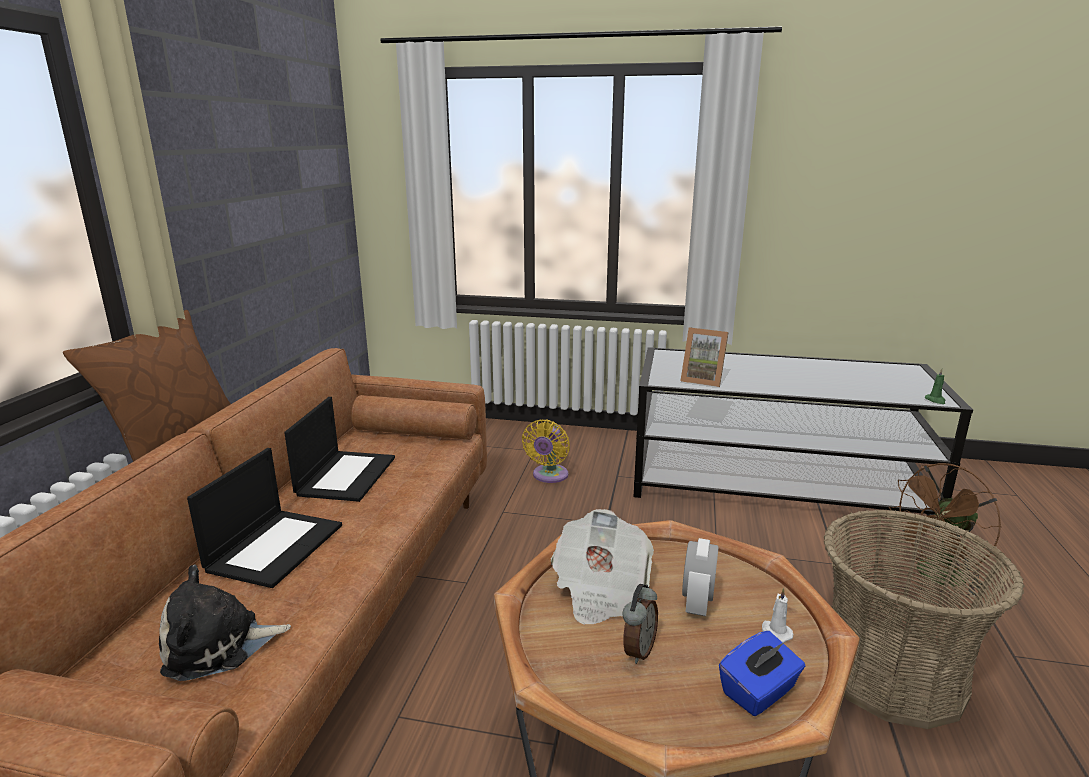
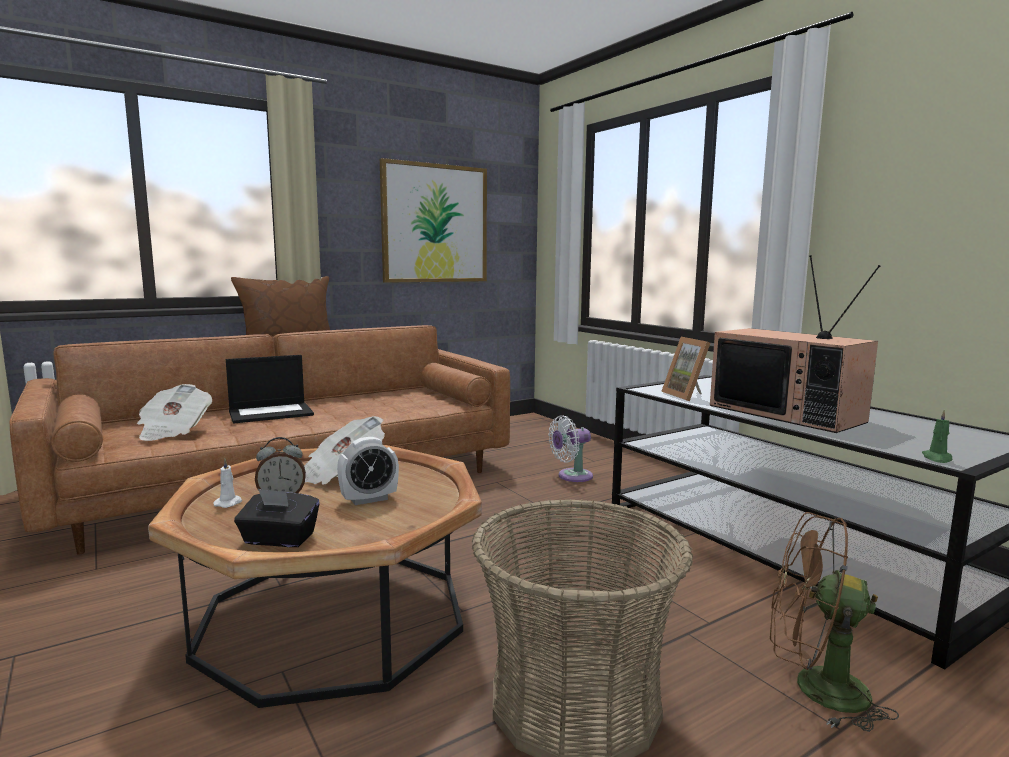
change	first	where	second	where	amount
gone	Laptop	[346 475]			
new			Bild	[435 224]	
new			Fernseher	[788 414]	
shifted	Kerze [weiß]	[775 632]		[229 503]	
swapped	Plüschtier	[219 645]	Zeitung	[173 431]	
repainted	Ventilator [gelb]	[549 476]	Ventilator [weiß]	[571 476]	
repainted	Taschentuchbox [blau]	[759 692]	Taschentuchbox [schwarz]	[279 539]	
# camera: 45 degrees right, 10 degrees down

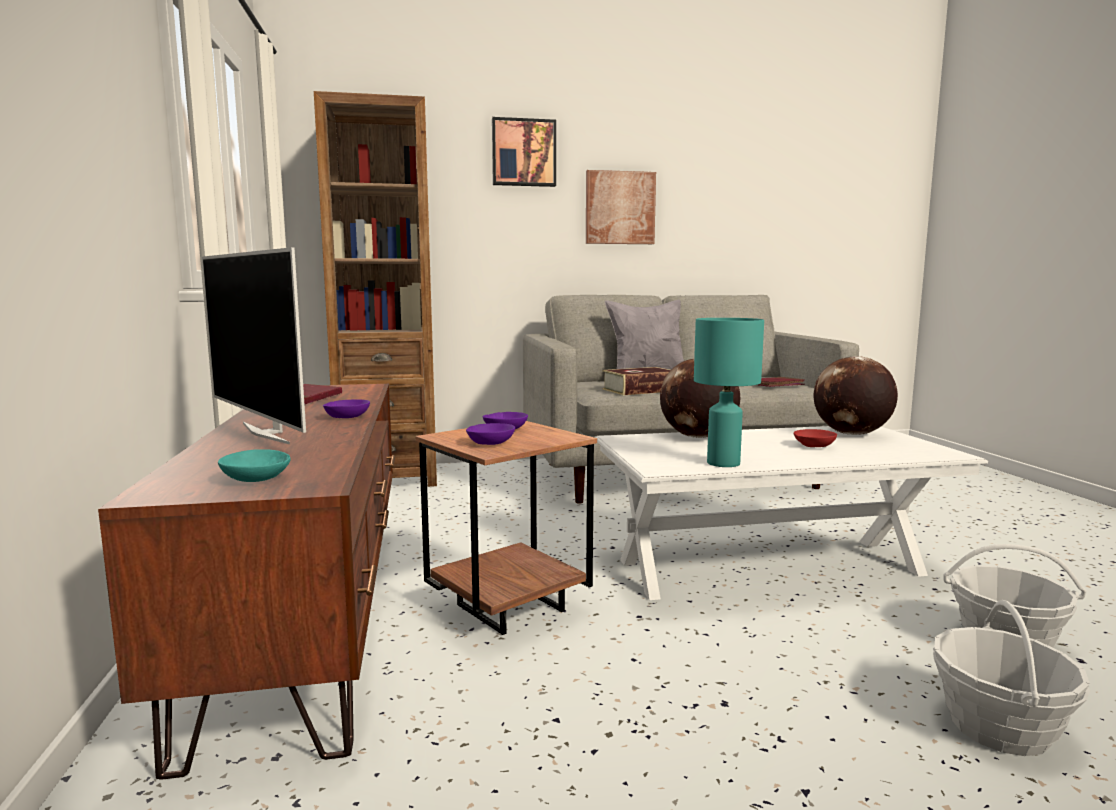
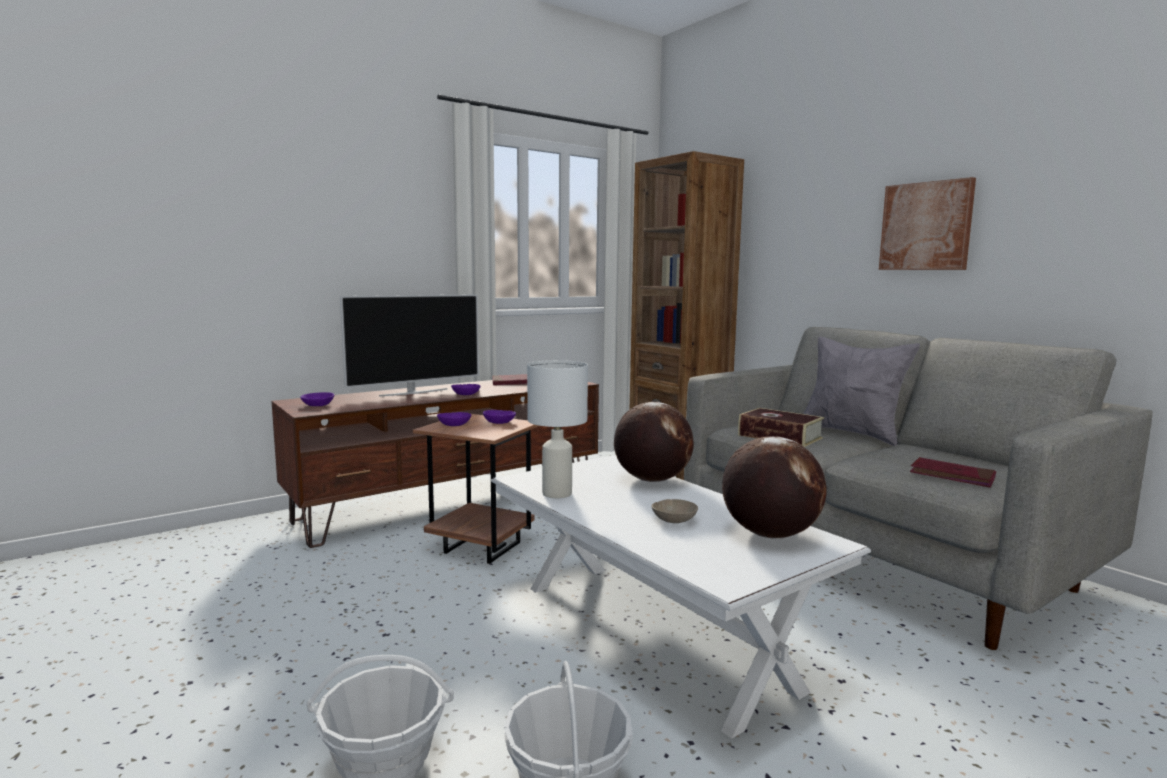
change	first	where	second	where	amount
gone	Bild	[523 153]			
repainted	Schüssel [türkis]	[254 479]	Schüssel [lila]	[317 405]	
repainted	Tischlampe [türkis]	[723 463]	Tischlampe [weiß]	[556 493]	
repainted	Schüssel [rot]	[816 446]	Schüssel [beige]	[674 520]	
rotated	Fernseher	[267 433]		[413 392]	150 degrees counterclockwise
# camera: 65 degrees right, 0 degrees up

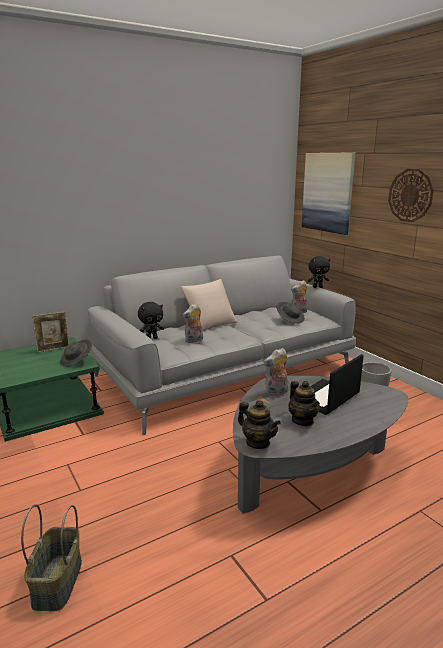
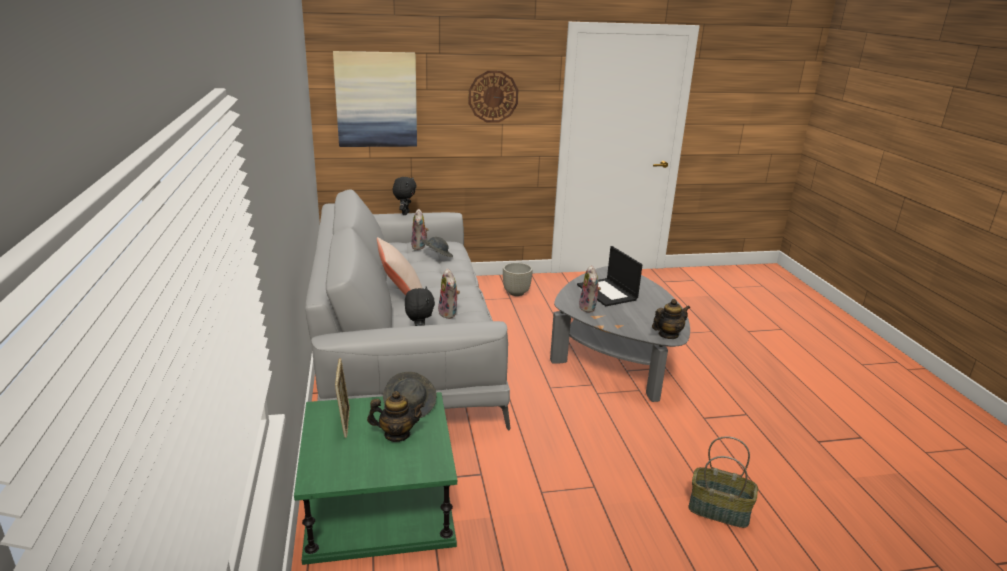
change	first	where	second	where	amount
shifted	Teekanne	[302 420]		[397 434]	
# camera: 70 degrees left, 5 degrees up

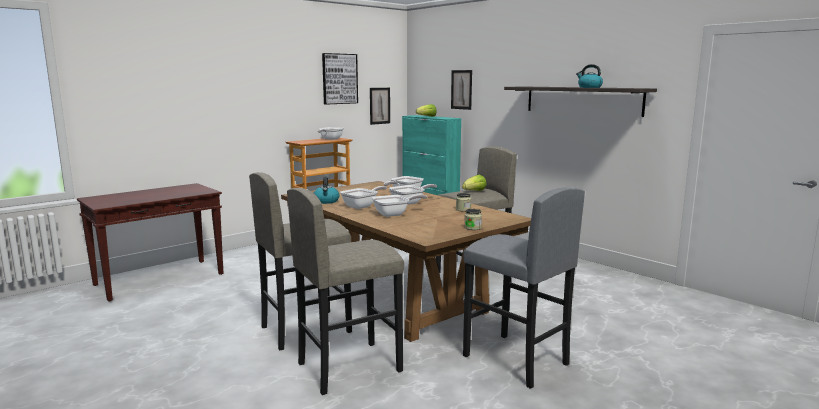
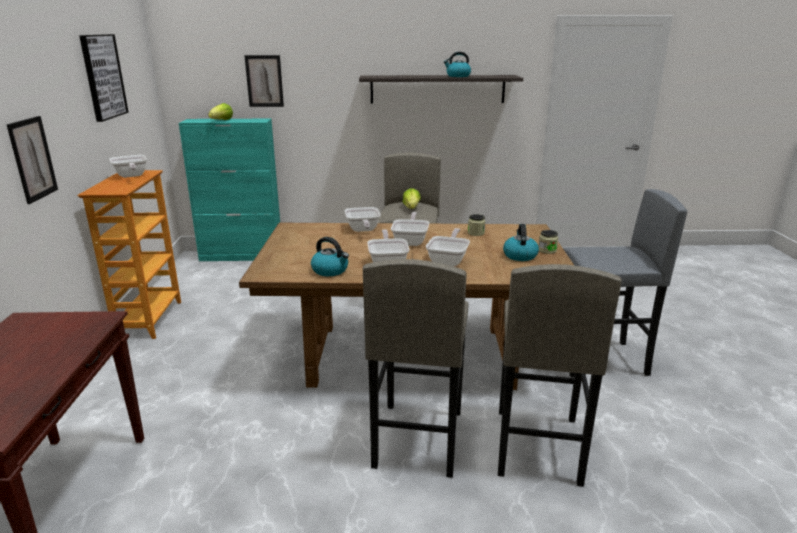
change	first	where	second	where	amount
new			Wasserkessel	[519 255]	
shifted	Bild	[379 105]		[32 159]	
# camera: 50 degrees left, 10 degrees up

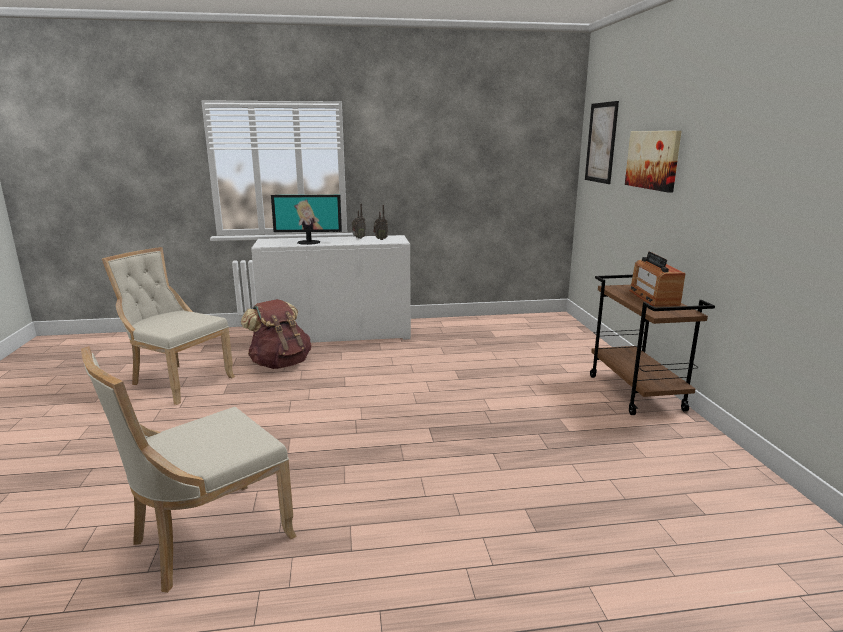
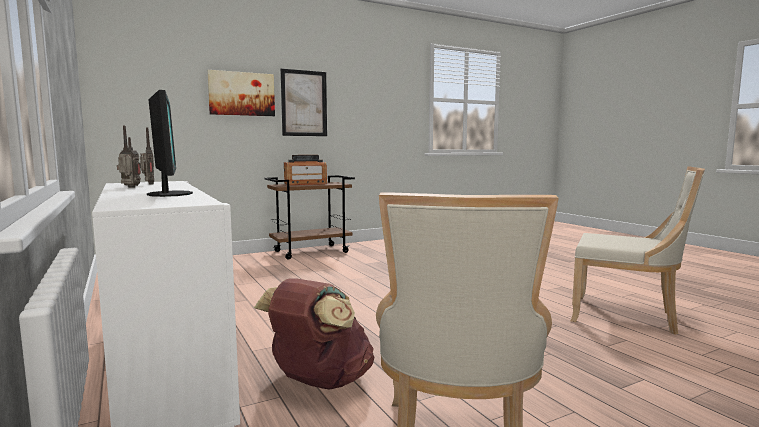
change	first	where	second	where	amount
shifted	Bild	[601 142]		[304 103]	
# camera: 110 degrees left, 10 degrees down

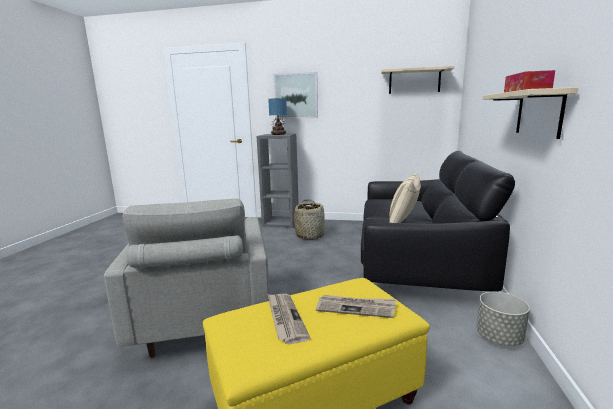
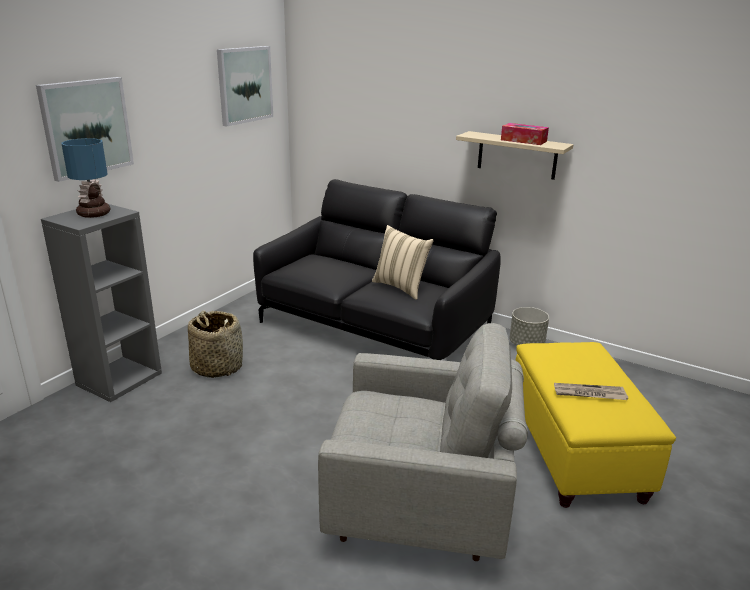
change	first	where	second	where	amount
gone	Zeitung	[356 307]			
swapped	Wandregal [beige]	[414 81]	Bild	[244 85]	
# camera: 70 degrees left, 10 degrees up

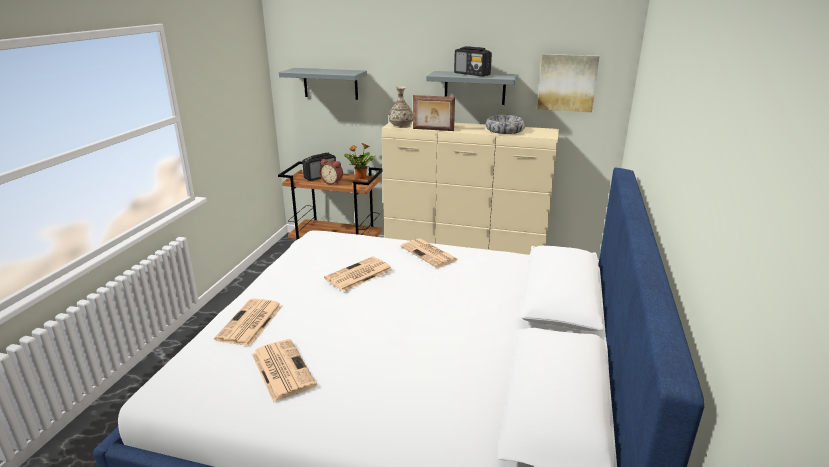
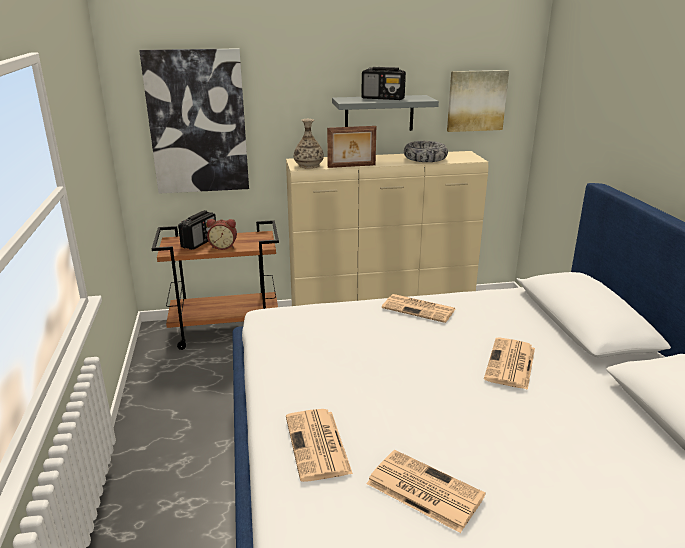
change	first	where	second	where	amount
gone	Topfpflanze	[360 177]			
shifted	Zeitung	[358 275]		[510 364]	
swapped	Wandregal [grau]	[330 83]	Bild	[197 122]	
# camera: 25 degrees left, 0 degrees up

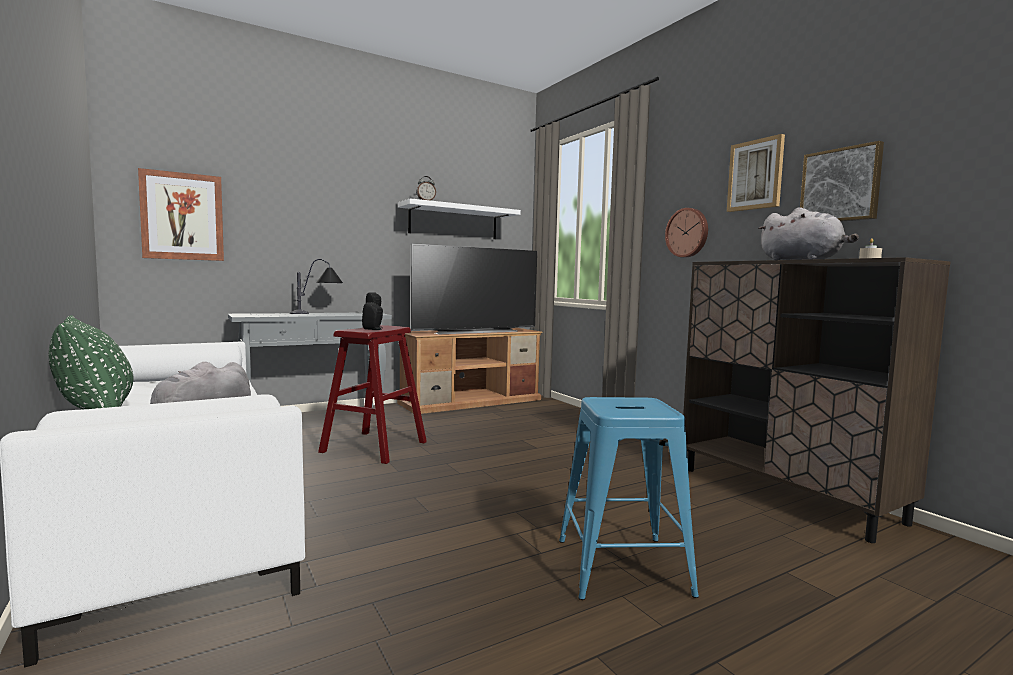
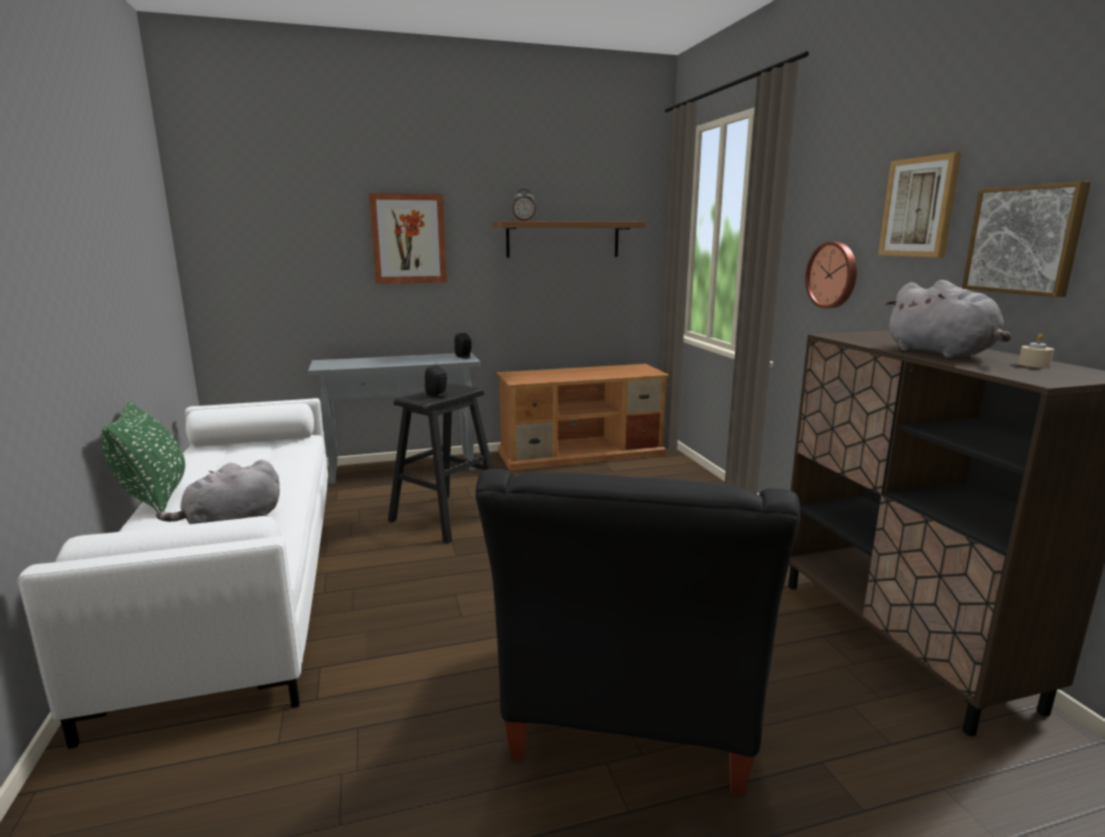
change	first	where	second	where	amount
gone	Tischlampe	[318 313]			
gone	Fernseher	[474 331]			
shifted	Bild	[182 216]		[408 239]	
swapped	Hocker [blau]	[622 566]	Sessel [schwarz]	[628 722]	
repainted	Hocker [rot]	[374 447]	Hocker [schwarz]	[446 517]	
repainted	Wandregal [weiß]	[453 222]	Wandregal [braun]	[563 239]	
# camera: 15 degrees right, 10 degrees up

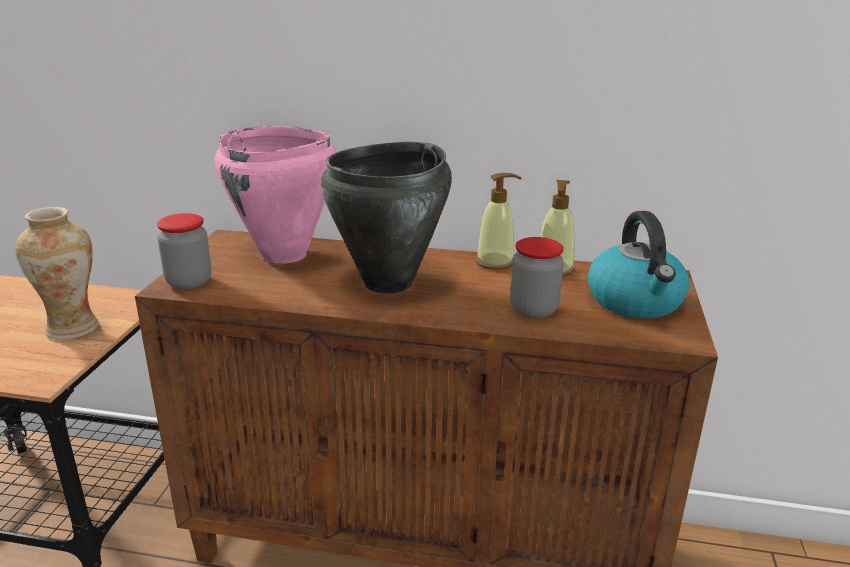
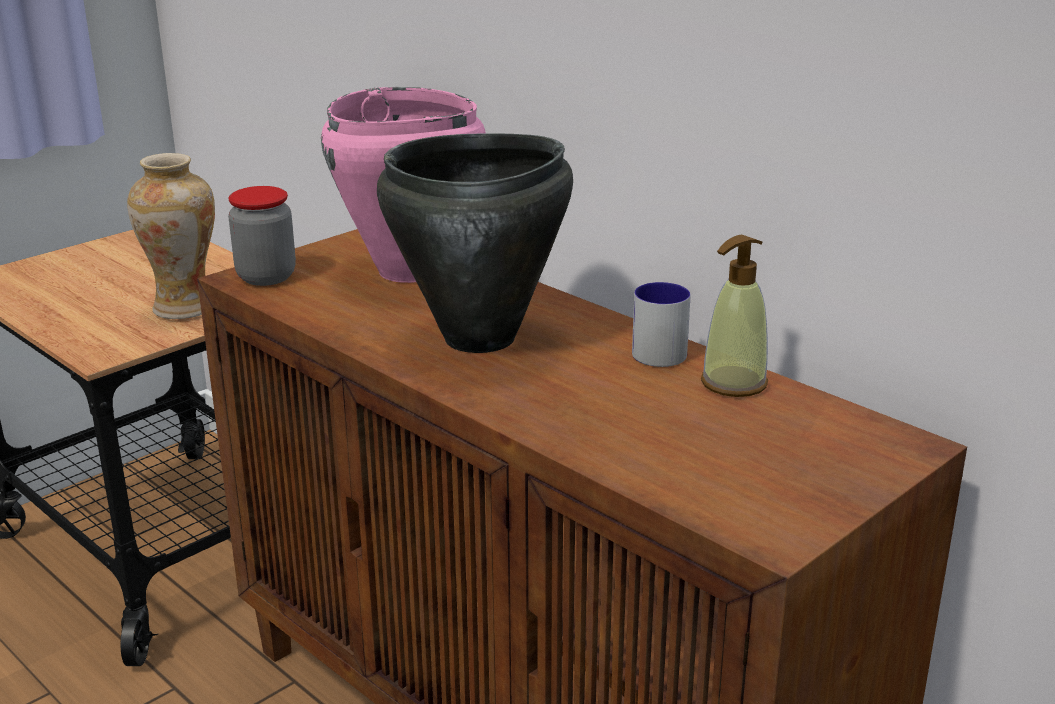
change	first	where	second	where	amount
gone	Vorratsglas	[533 309]			
gone	Wasserkessel	[636 302]			
swapped	Seifenspender	[495 262]	Henkelbecher	[663 350]	
# camera: 35 degrees right, 0 degrees up

